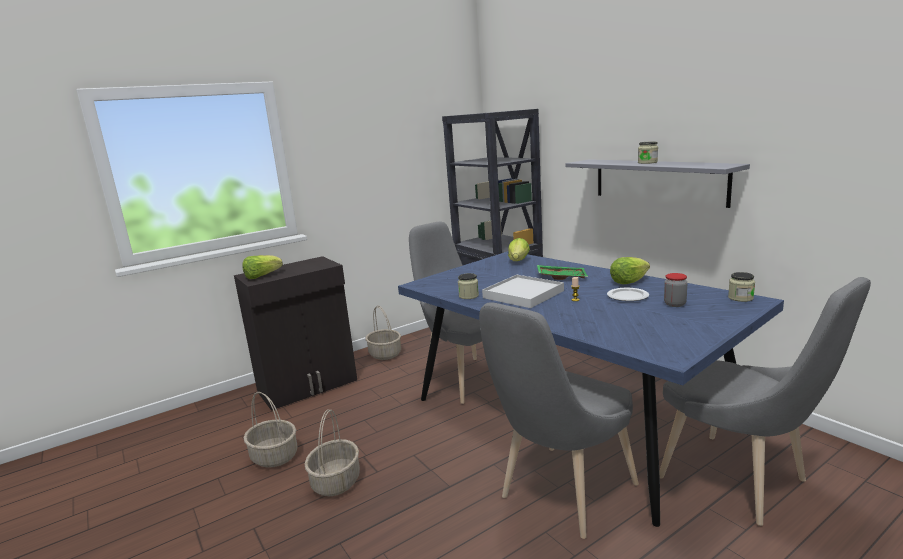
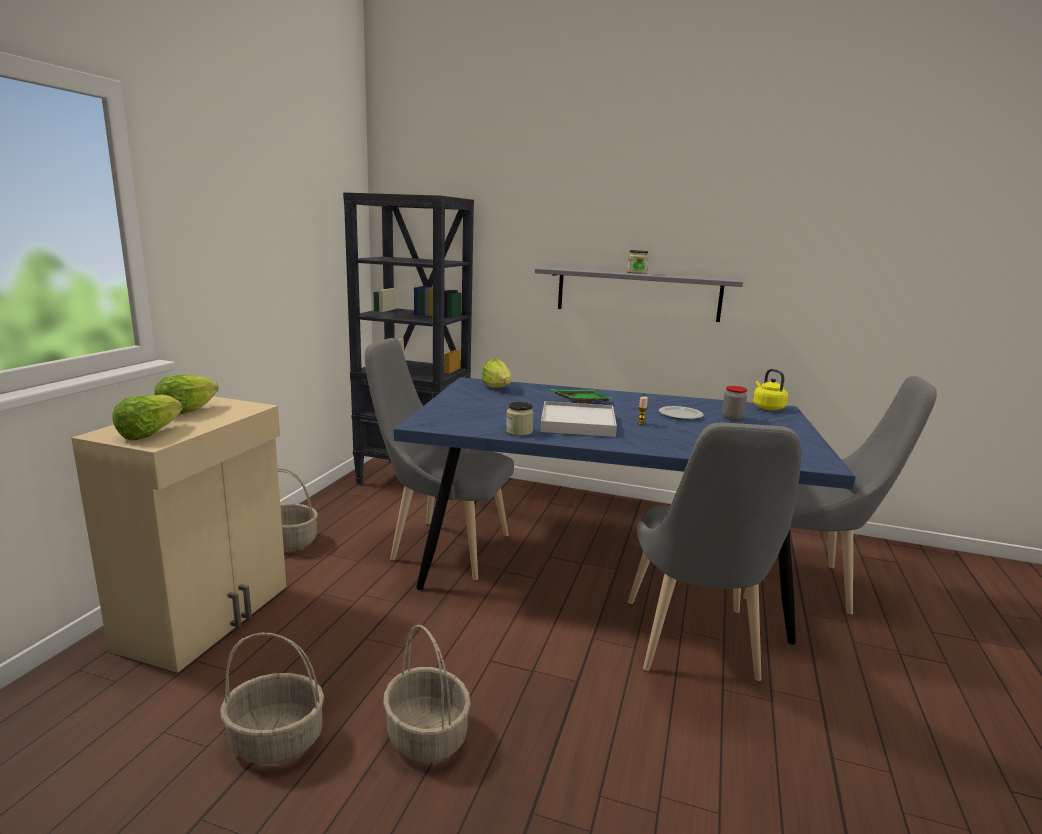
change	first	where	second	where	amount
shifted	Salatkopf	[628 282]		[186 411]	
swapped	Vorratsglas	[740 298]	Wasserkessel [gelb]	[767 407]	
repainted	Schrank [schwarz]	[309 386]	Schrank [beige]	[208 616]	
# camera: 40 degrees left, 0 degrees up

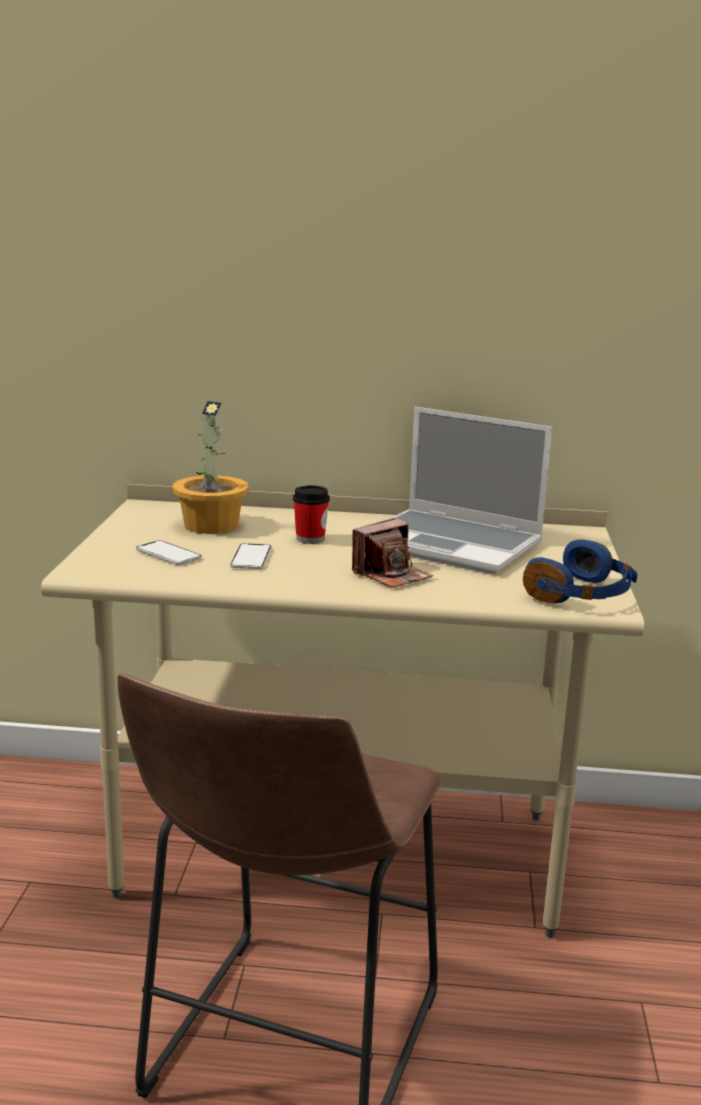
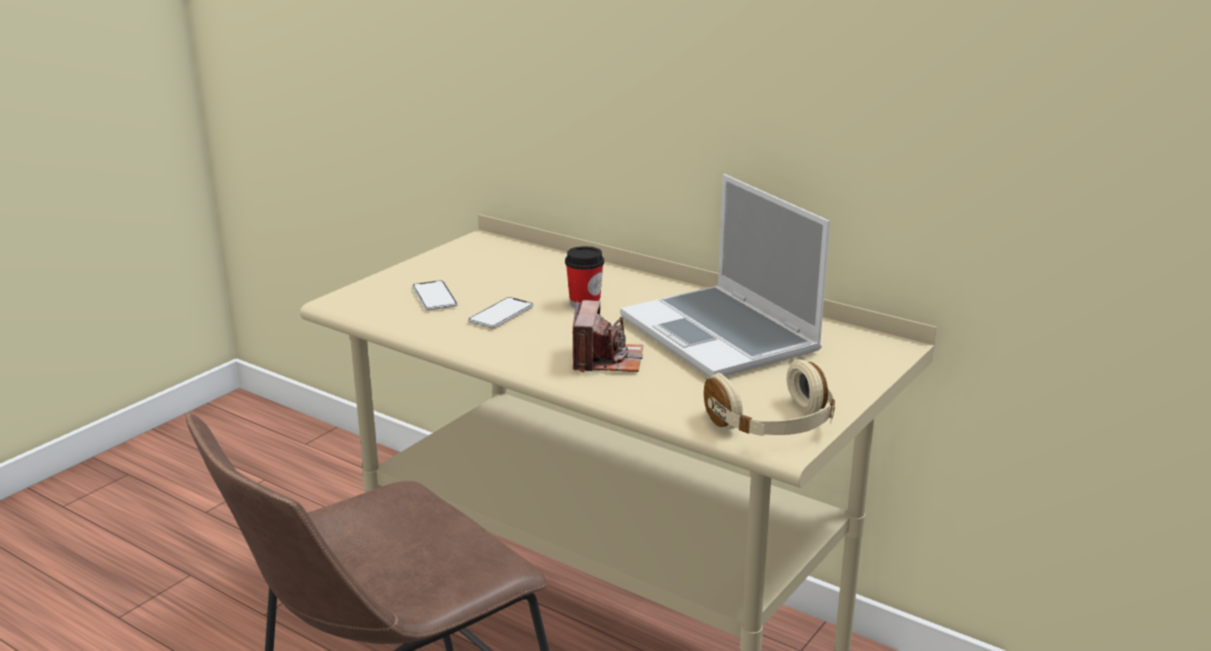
change	first	where	second	where	amount
gone	Topfpflanze	[211 525]			
repainted	Kopfhörer [blau]	[582 595]	Kopfhörer [beige]	[773 425]	
rotated	Kamera	[391 575]		[606 359]	75 degrees counterclockwise
# camera: 30 degrees right, 5 degrees up

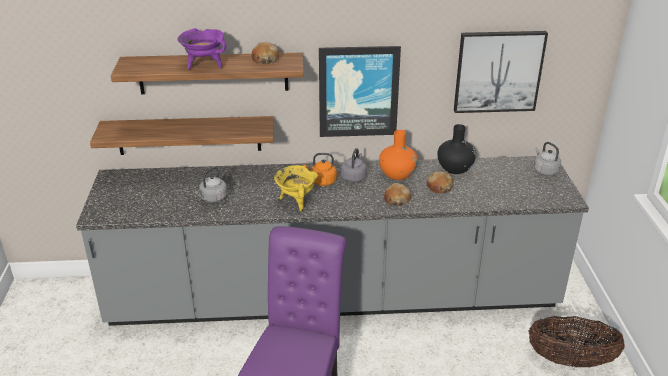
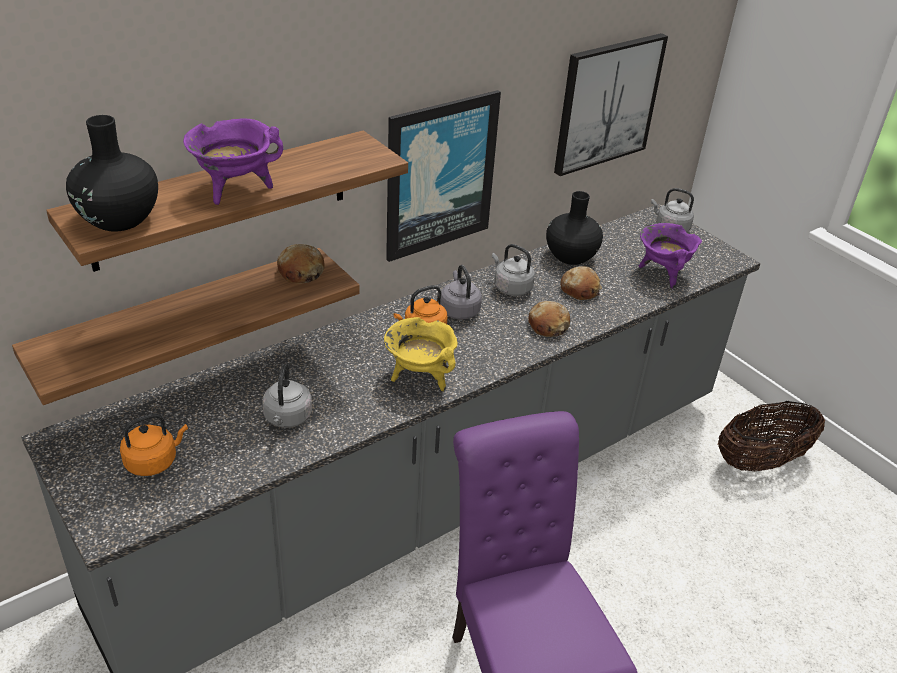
change	first	where	second	where	amount
new			Vase [schwarz]	[119 219]	
new			Wasserkessel [orange]	[154 461]	
new			Kochtopf [lila]	[662 273]	
shifted	Brot	[265 59]		[301 272]	
swapped	Vase [orange]	[397 174]	Wasserkessel [grau]	[511 287]	
# camera: 35 degrees left, 5 degrees up

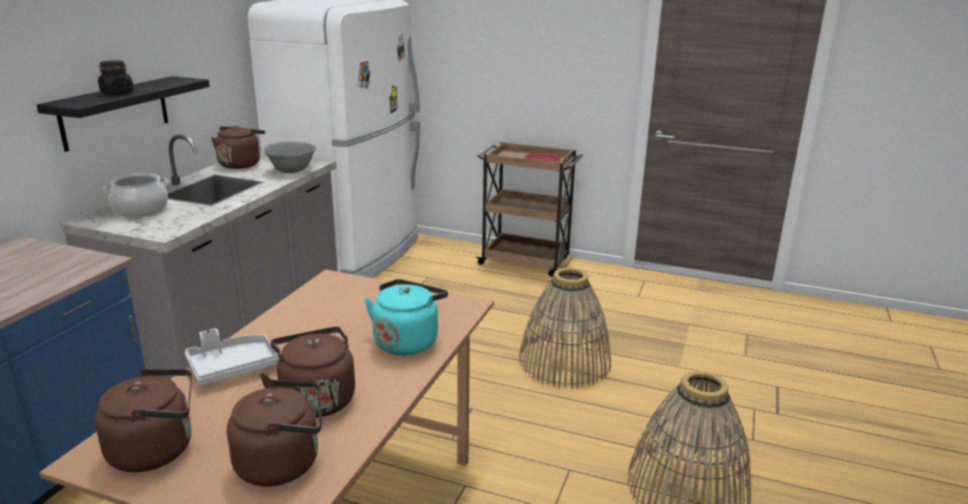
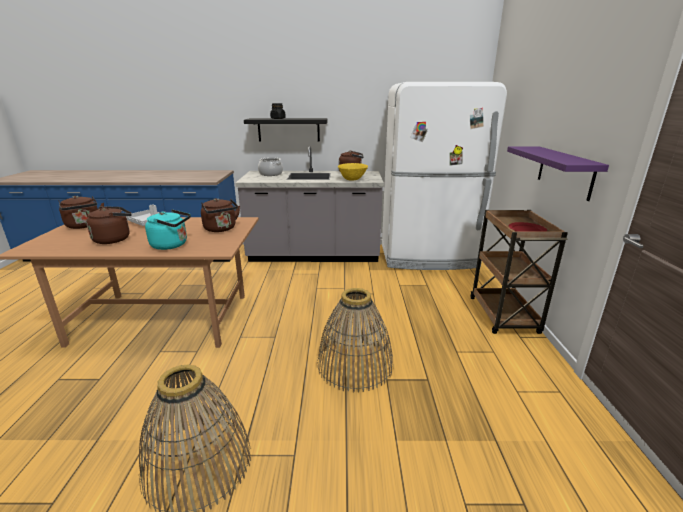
change	first	where	second	where	amount
new			Wandregal [lila]	[565 171]	
shifted	Wasserkessel [braun]	[283 463]		[221 229]	
repainted	Schüssel [grau]	[292 171]	Schüssel [gelb]	[352 180]	
# camera: 70 degrees right, 0 degrees up

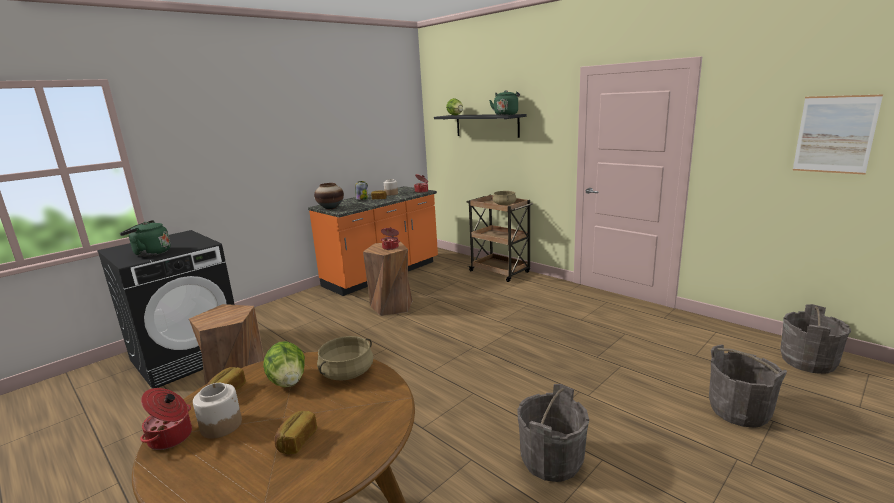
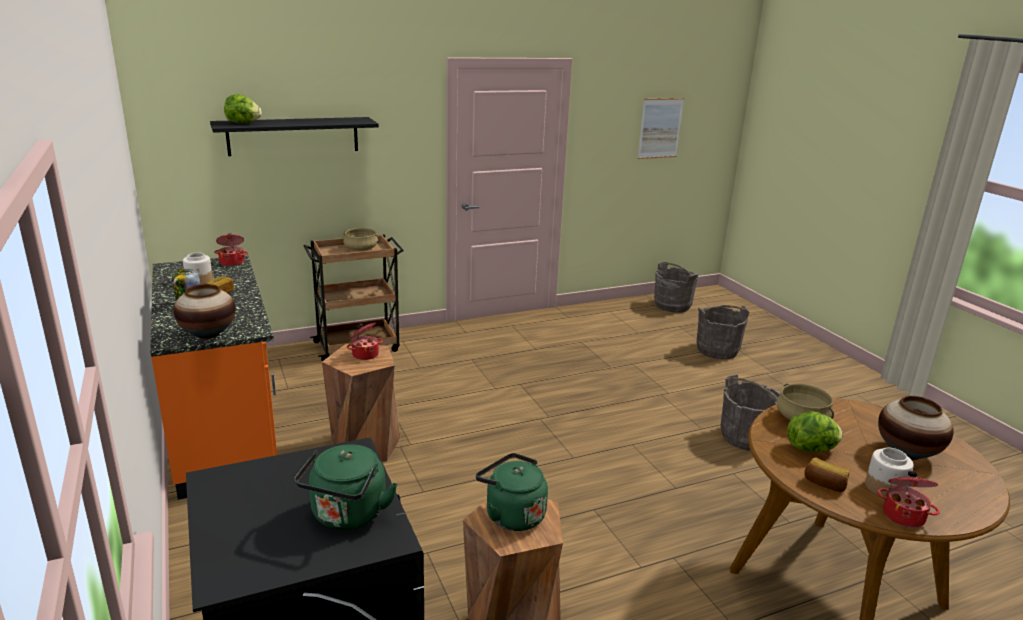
change	first	where	second	where	amount
shifted	Wasserkessel [grün]	[506 114]		[511 515]	
swapped	Brot	[296 441]	Vase	[906 452]	
# camera: 70 degrees left, 5 degrees up

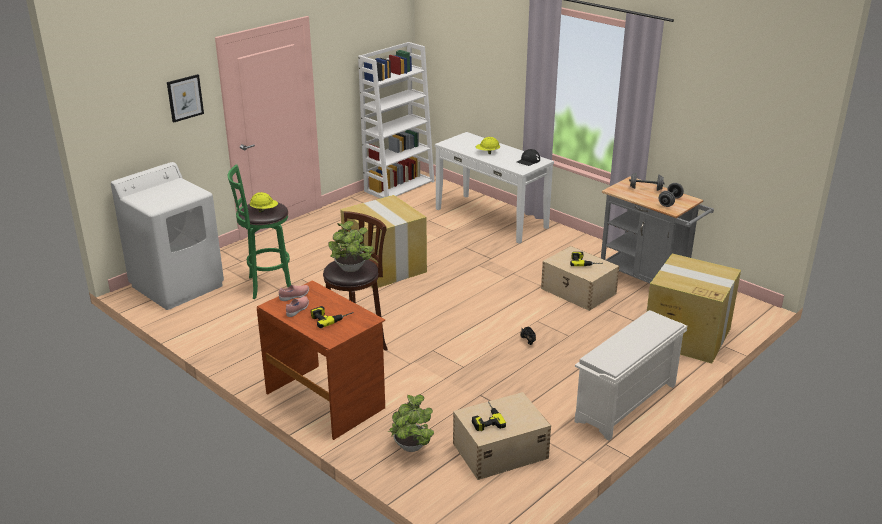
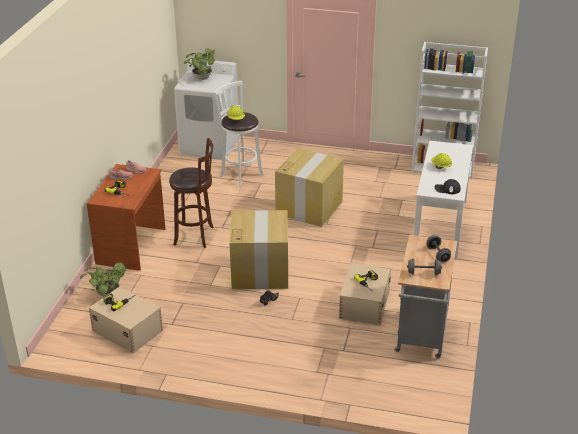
change	first	where	second	where	amount
gone	Bild	[185 98]			
gone	Schuhregal [weiß]	[626 404]			
shifted	Topfpflanze	[351 269]		[201 78]	
shifted	Karton	[685 336]		[260 271]	
repainted	Hocker [grün]	[267 285]	Hocker [weiß]	[240 174]	
# camera: 60 degrees right, 5 degrees up

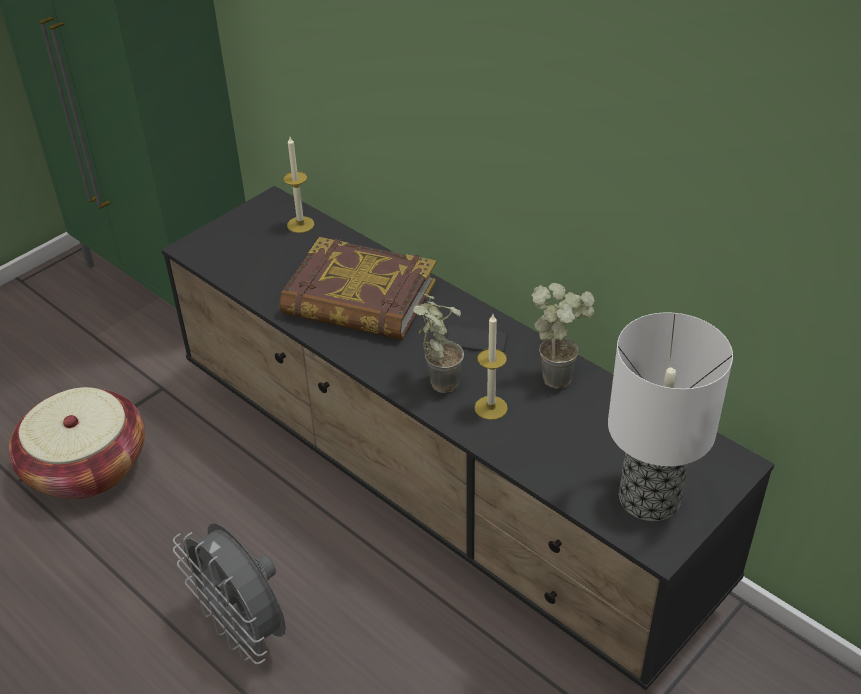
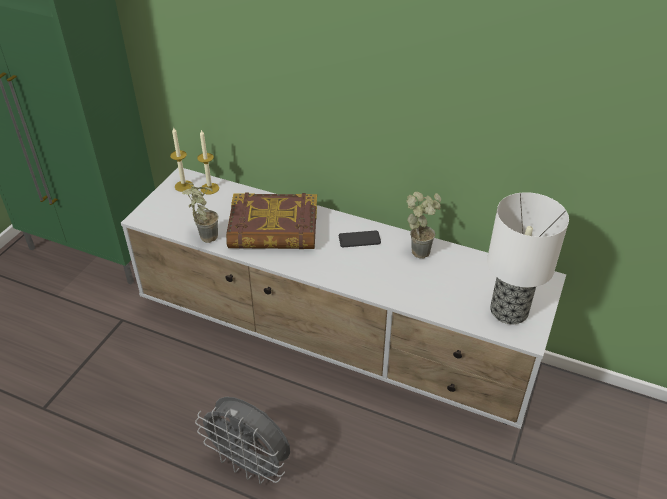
change	first	where	second	where	amount
gone	Korb	[87 467]			
shifted	Topfpflanze	[436 381]		[203 236]	
shifted	Kerze	[491 408]		[184 186]	
repainted	Fernsehschrank [schwarz]	[437 490]	Fernsehschrank [weiß]	[335 342]	
# camera: 20 degrees left, 0 degrees up

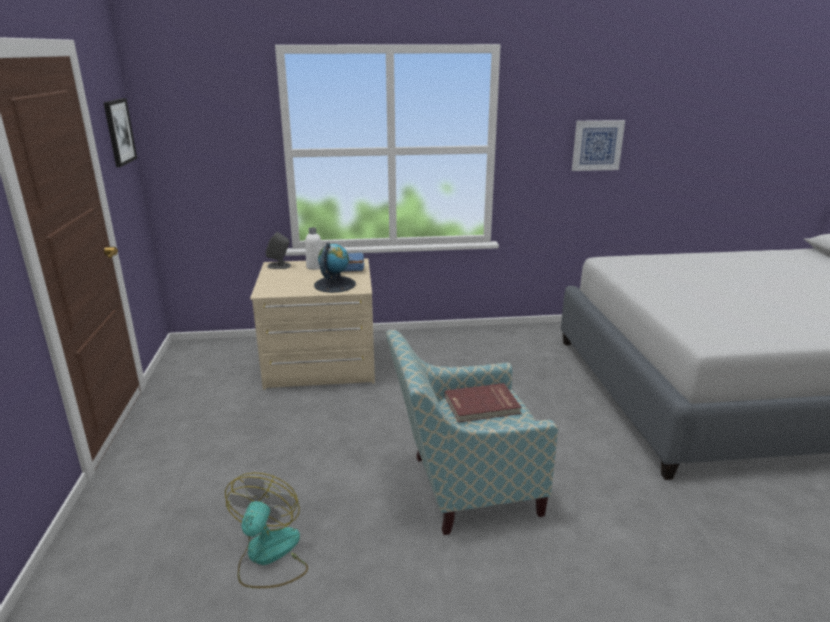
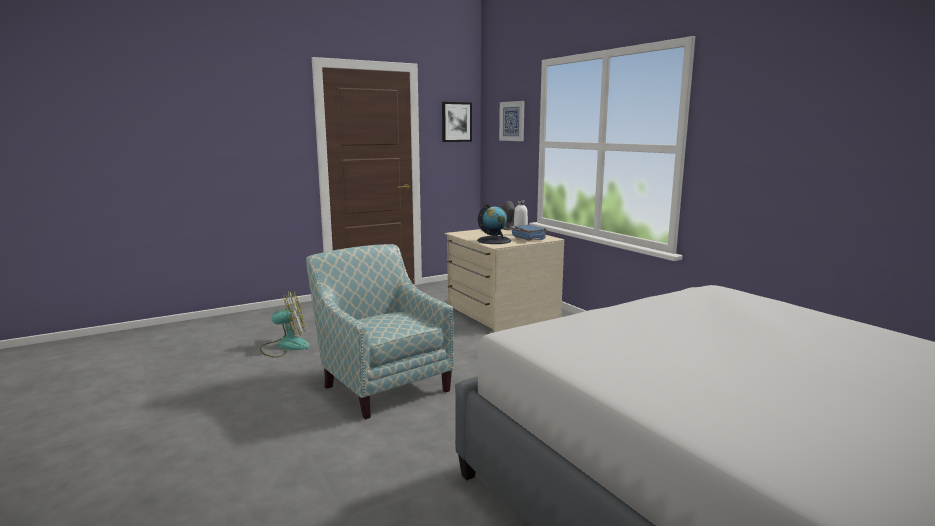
change	first	where	second	where	amount
gone	Buch [rot]	[482 405]			
shifted	Bild	[597 145]		[512 121]	
# camera: 65 degrees right, 10 degrees down

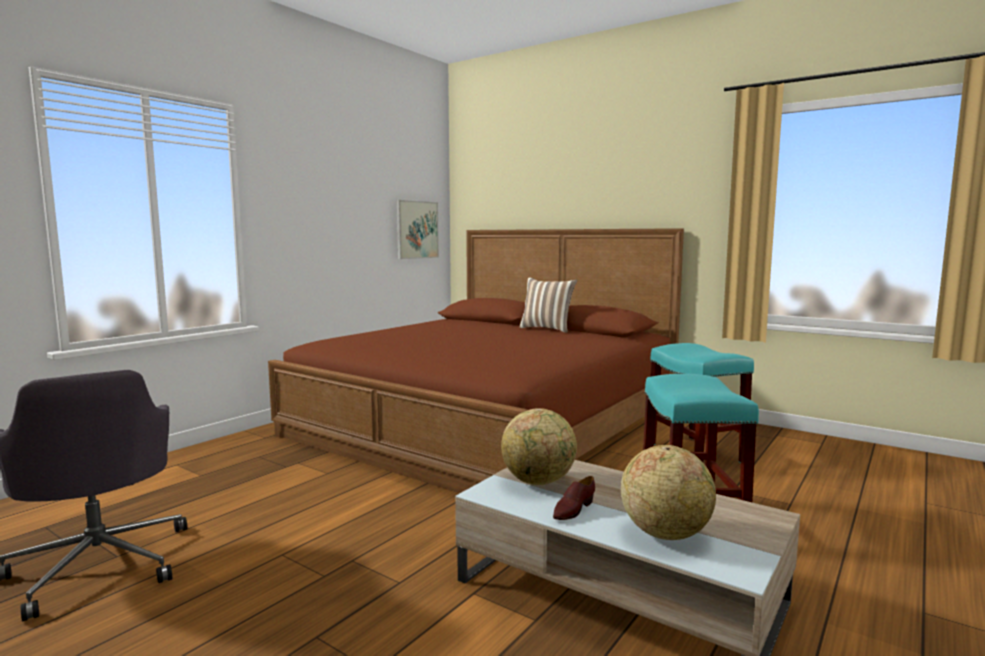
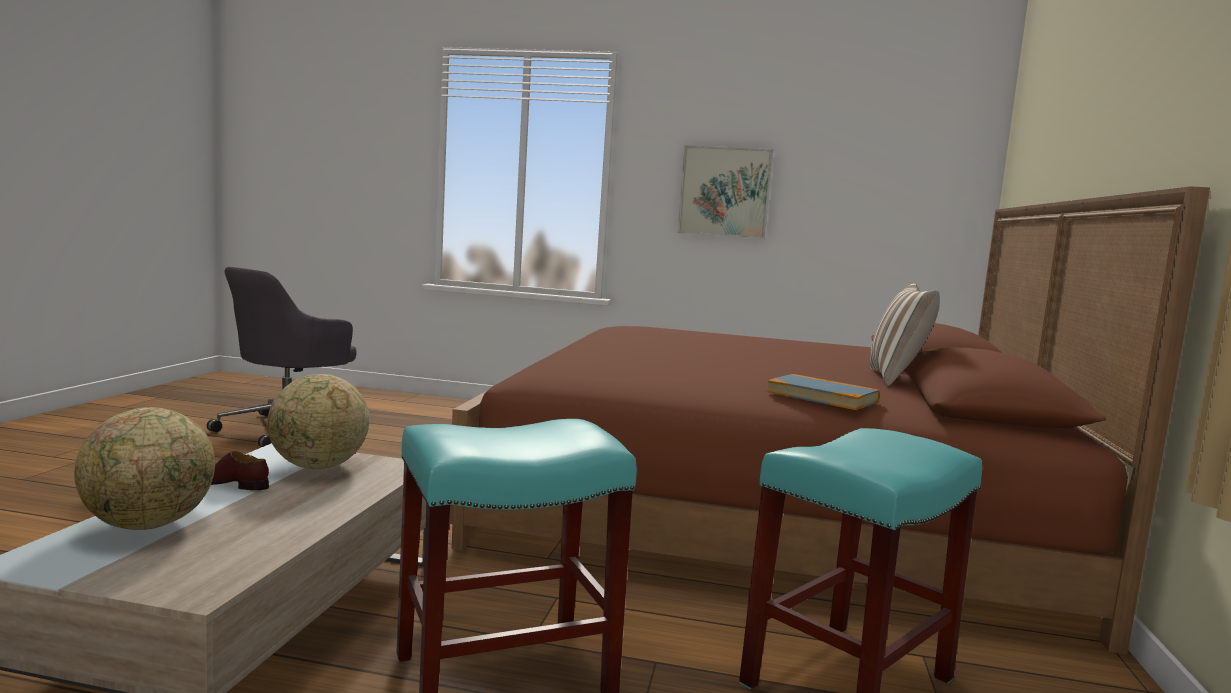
change	first	where	second	where	amount
new			Buch	[822 397]	
shifted	Bild	[417 230]		[724 192]	
# camera: 65 degrees right, 0 degrees up

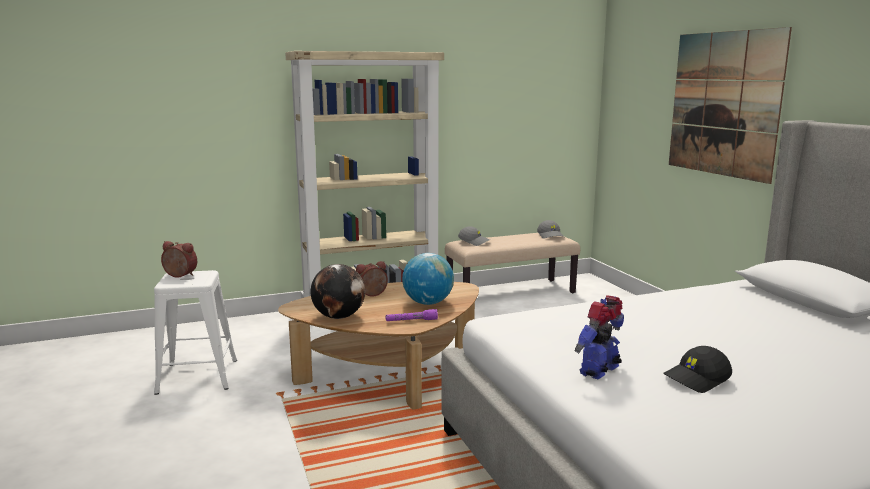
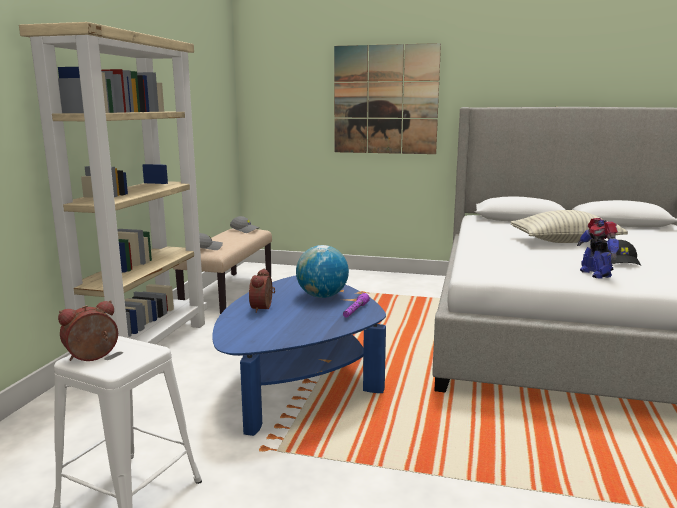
change	first	where	second	where	amount
gone	Globus	[339 317]			
new			Kissen	[565 241]	
repainted	Couchtisch [braun]	[390 372]	Couchtisch [blau]	[299 381]	
# camera: 55 degrees left, 0 degrees up

